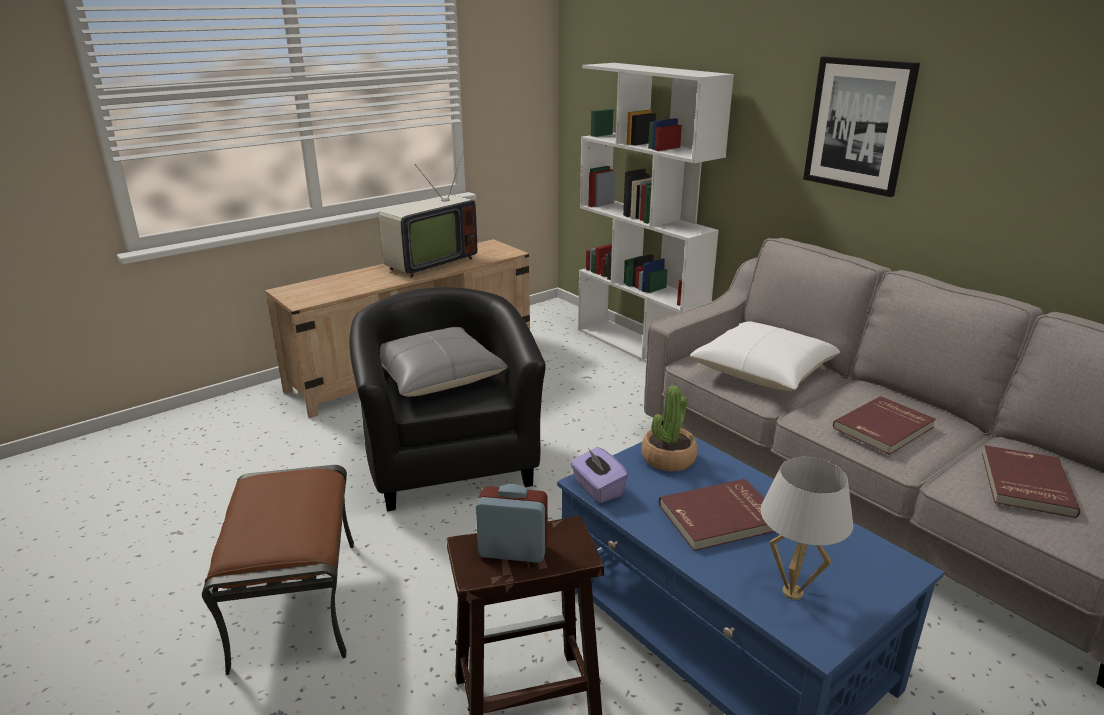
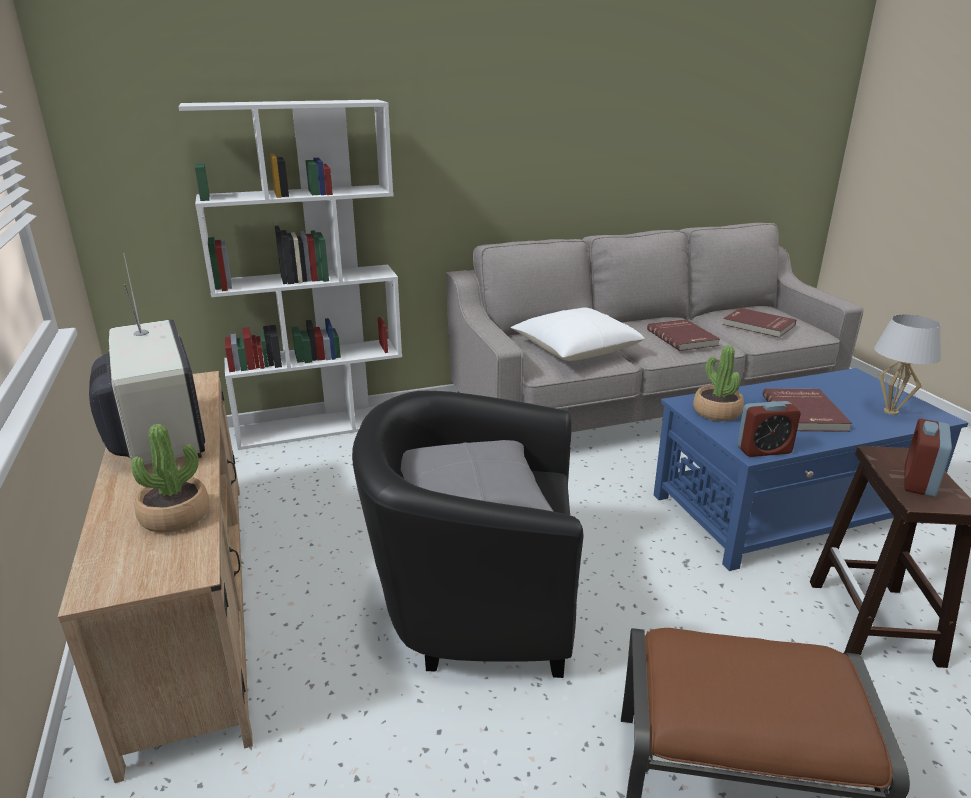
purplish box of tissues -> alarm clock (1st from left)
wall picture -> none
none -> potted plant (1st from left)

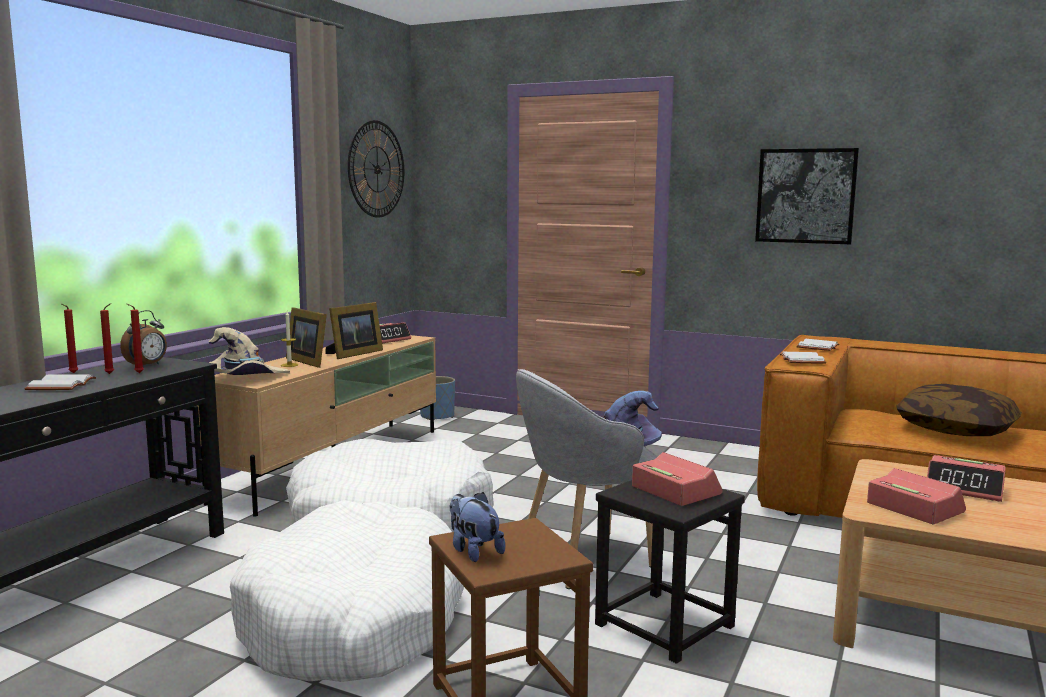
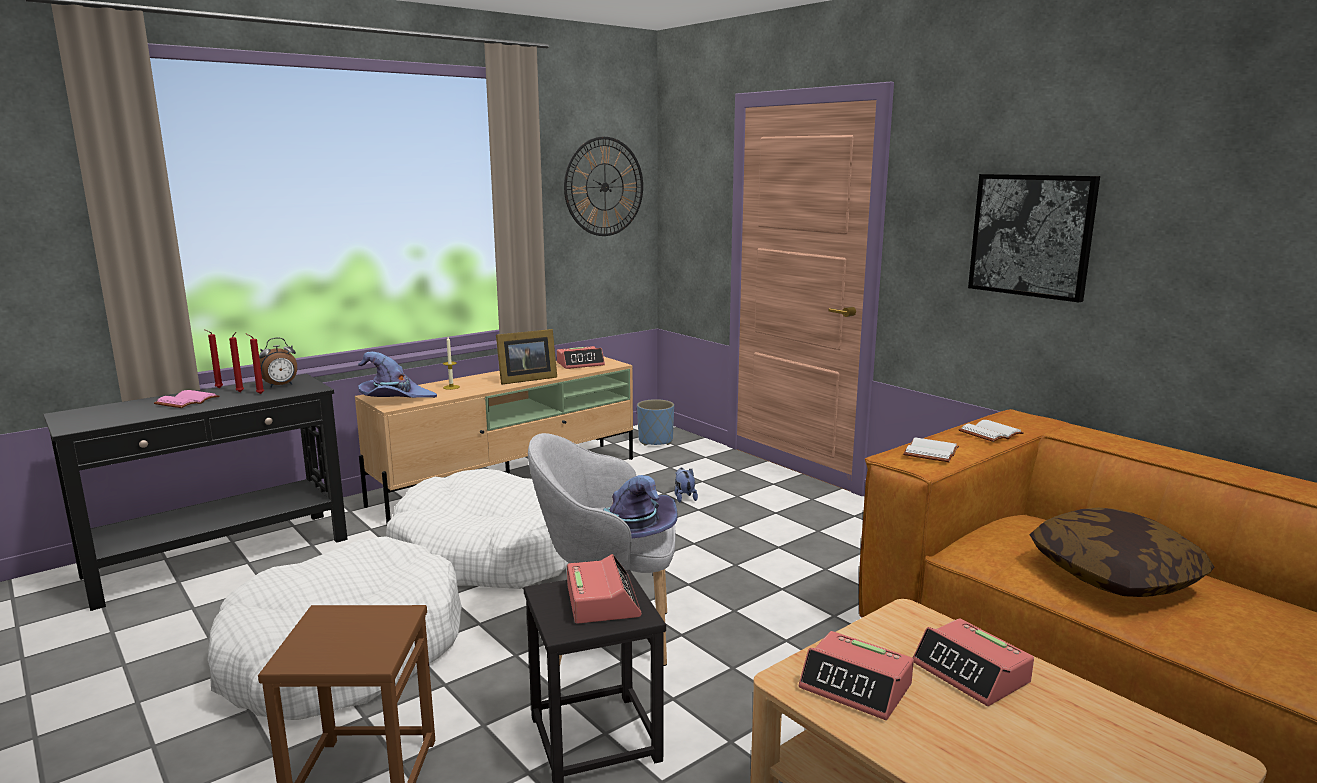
white book (1st from left) -> pink-coloured book
sand-coloured clothing hat -> purplish clothing hat (1st from left)
picture frame (1st from left) -> none
cuddly toy, moved
alarm clock (4th from left), 135 degrees clockwise

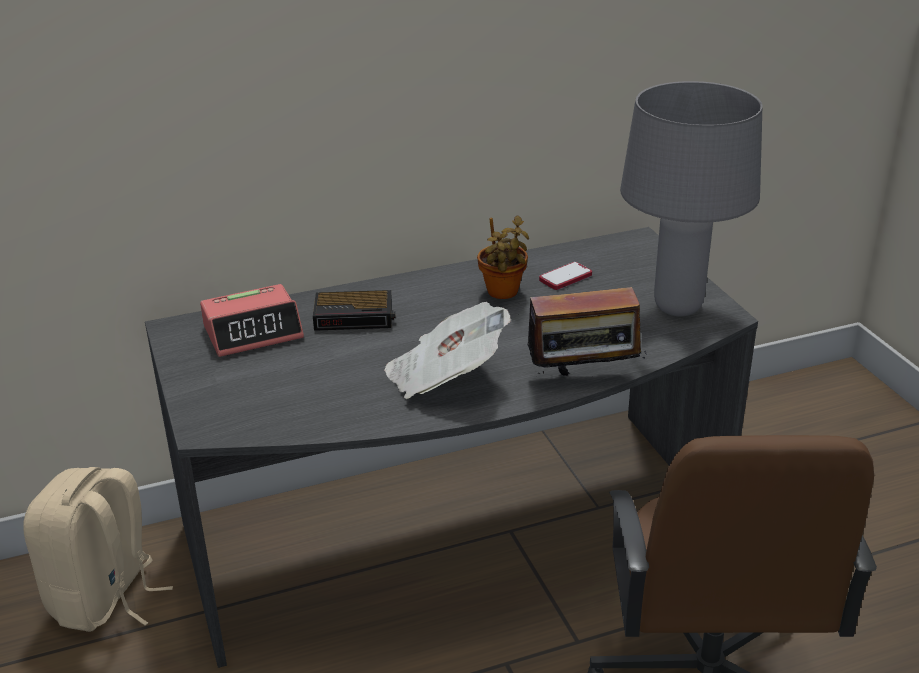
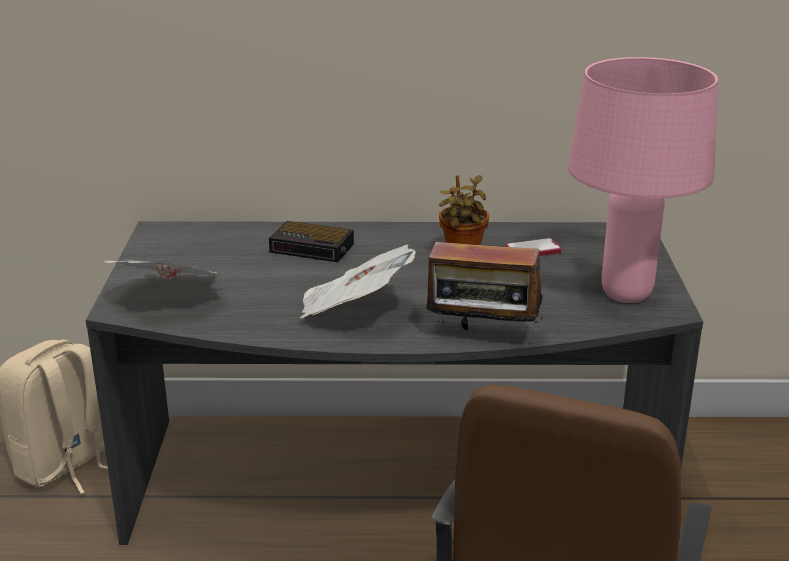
alarm clock (1st from left) -> none
grey table lamp -> pink-coloured table lamp
none -> printed paper (1st from left)

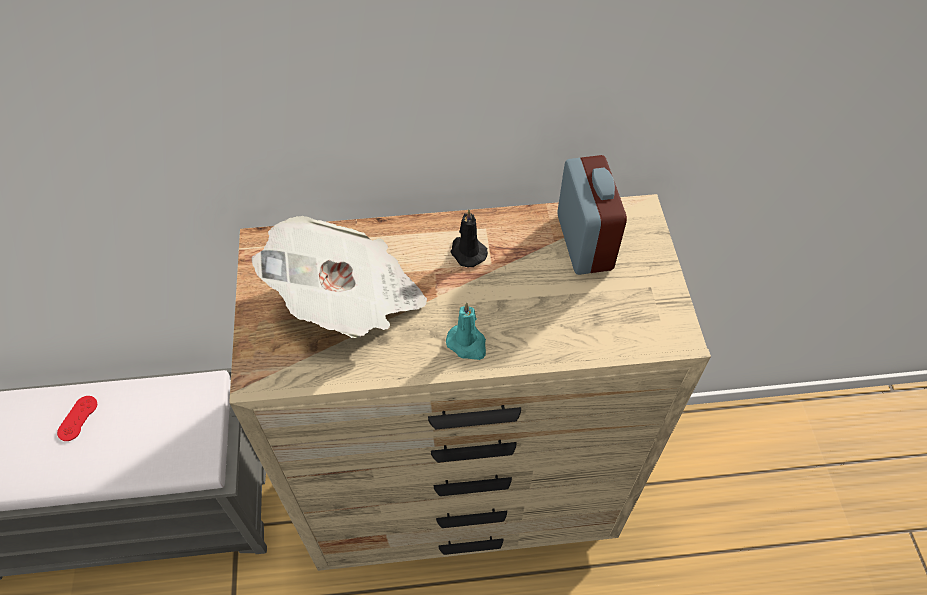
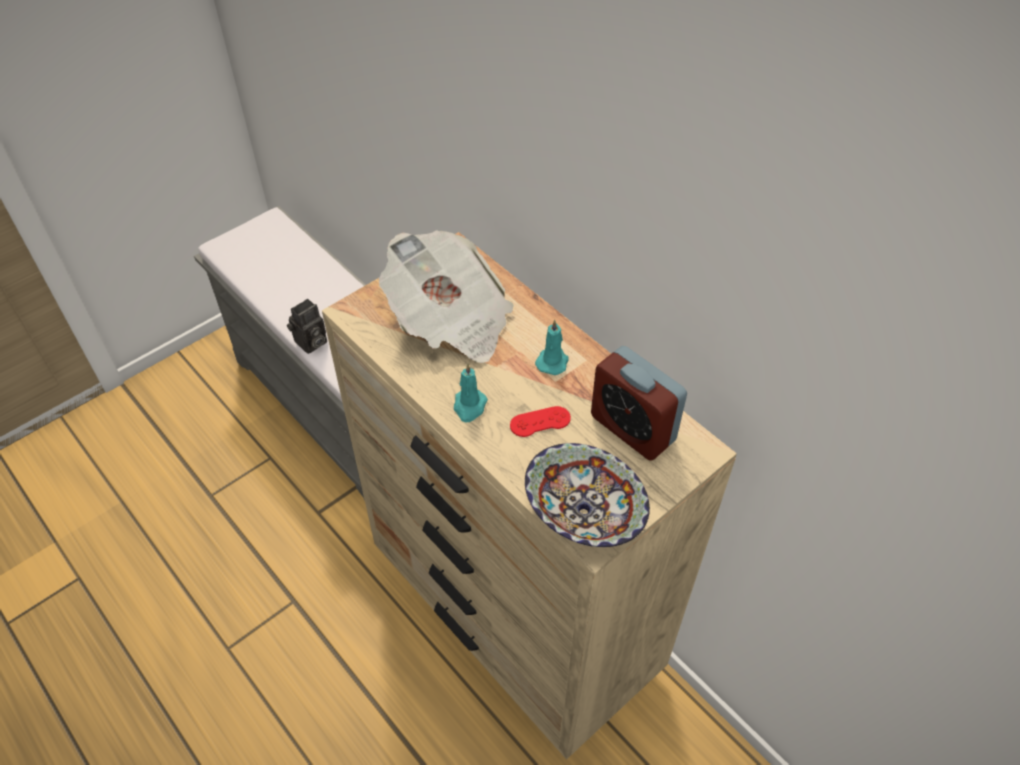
red game controller, moved
blackish wax light -> blue-green wax light (2nd from left)
alarm clock, 90 degrees clockwise
none -> photo camera
none -> serving bowl

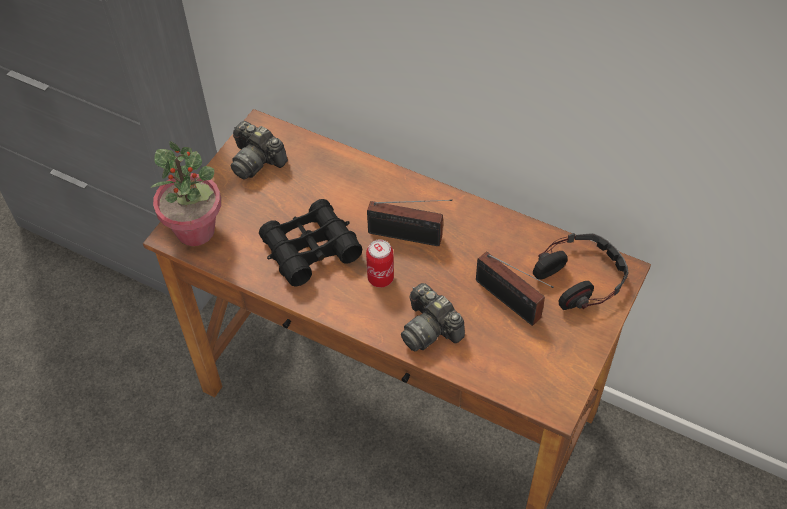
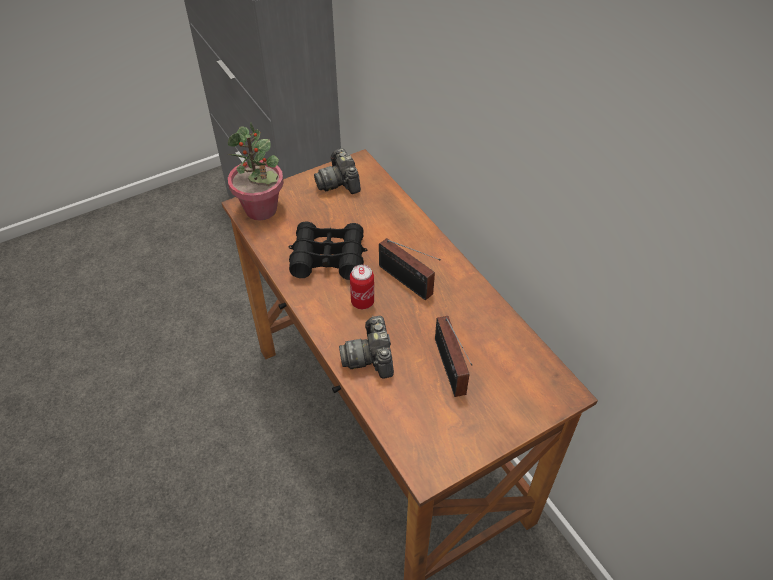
pair of headphones -> none

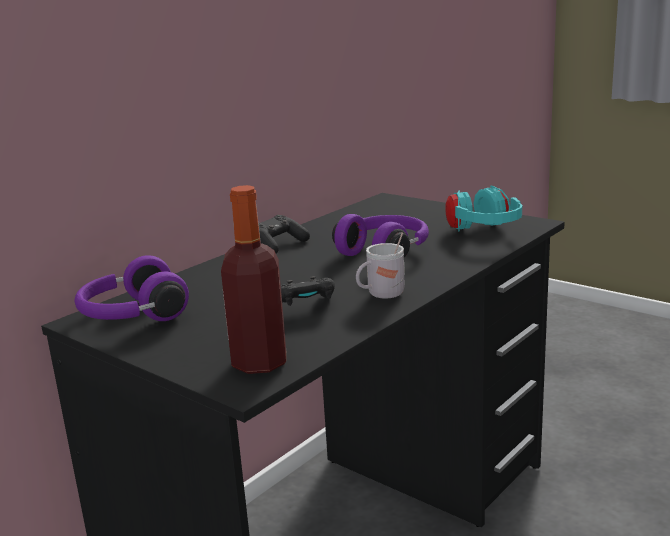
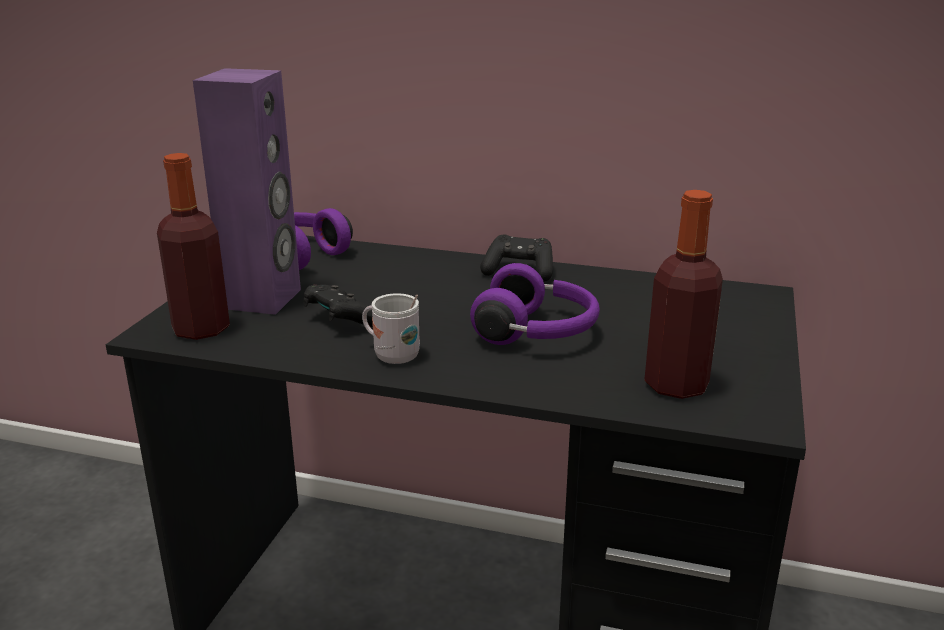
blue-green pair of headphones -> bottle (2nd from left)
none -> purplish audio speaker

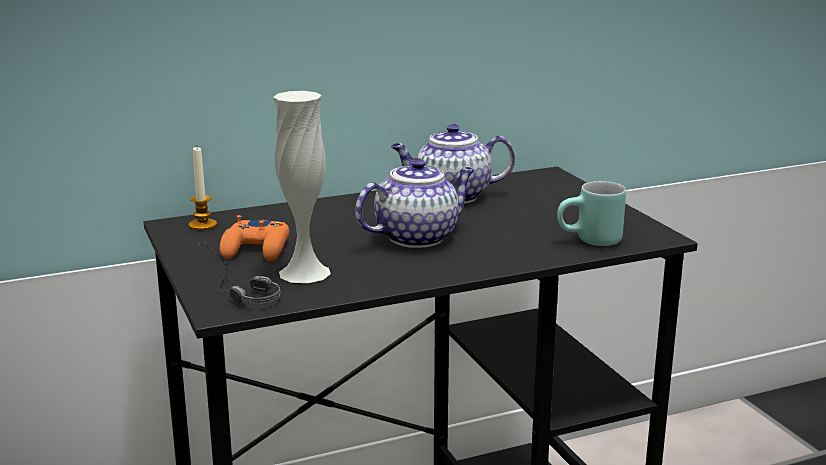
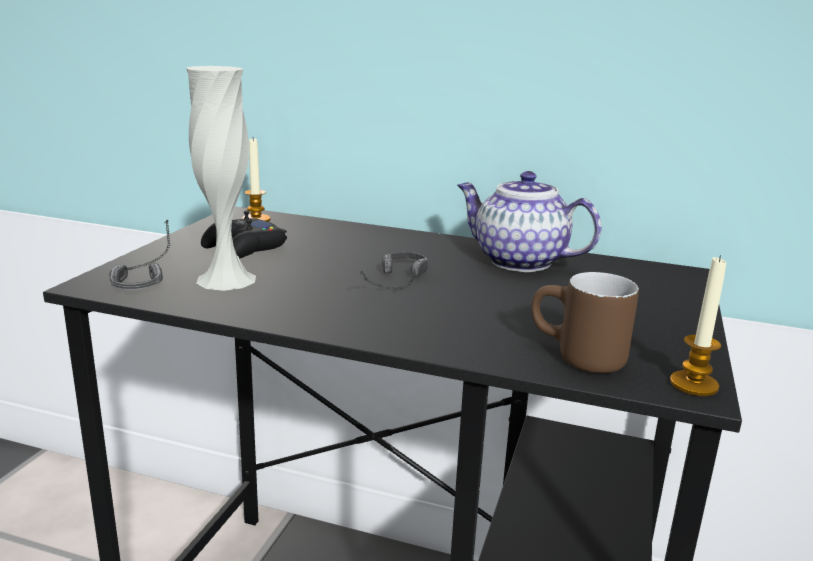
orange-coloured game controller -> blackish game controller
tea pot (1st from left) -> pair of headphones (2nd from left)
blue-green mug -> brown-coloured mug
none -> wax light (2nd from left)

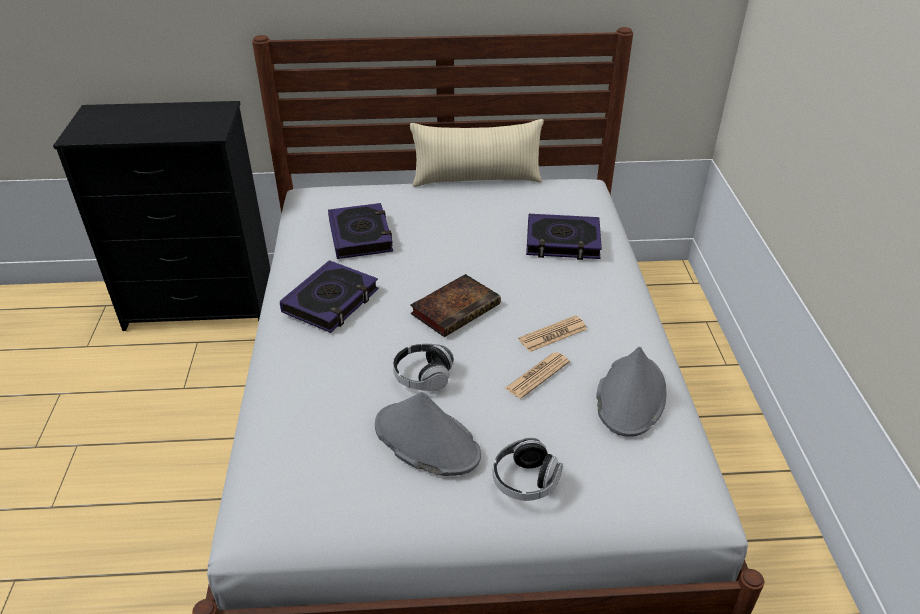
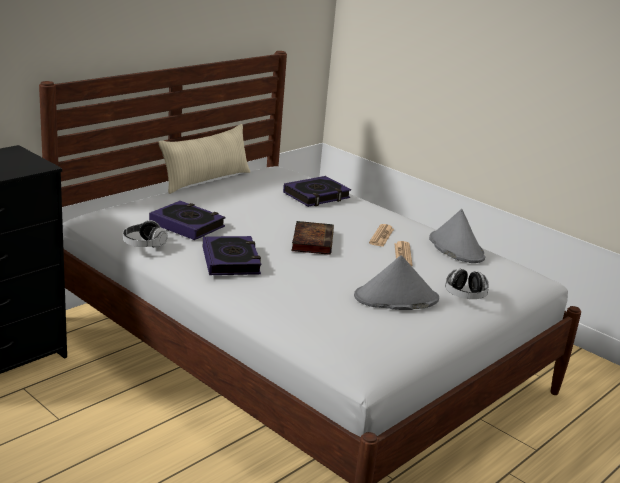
pair of headphones (1st from left), moved

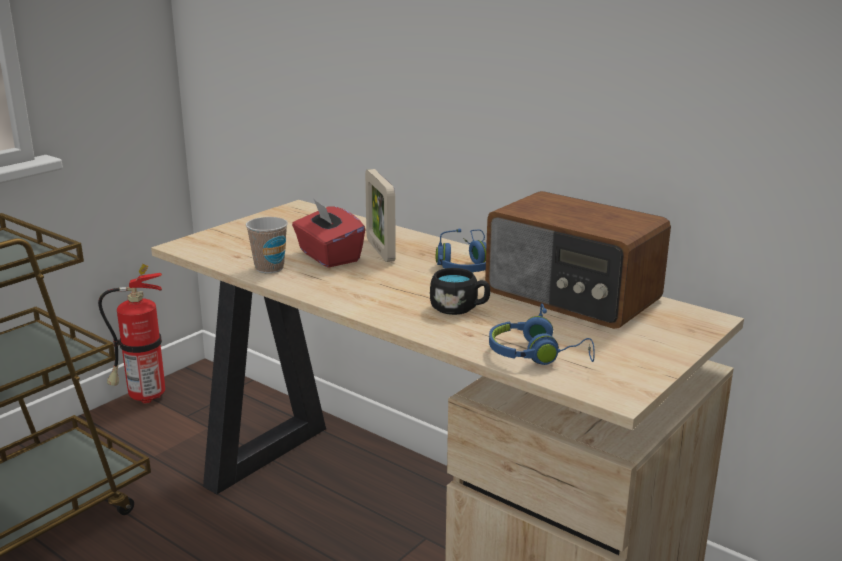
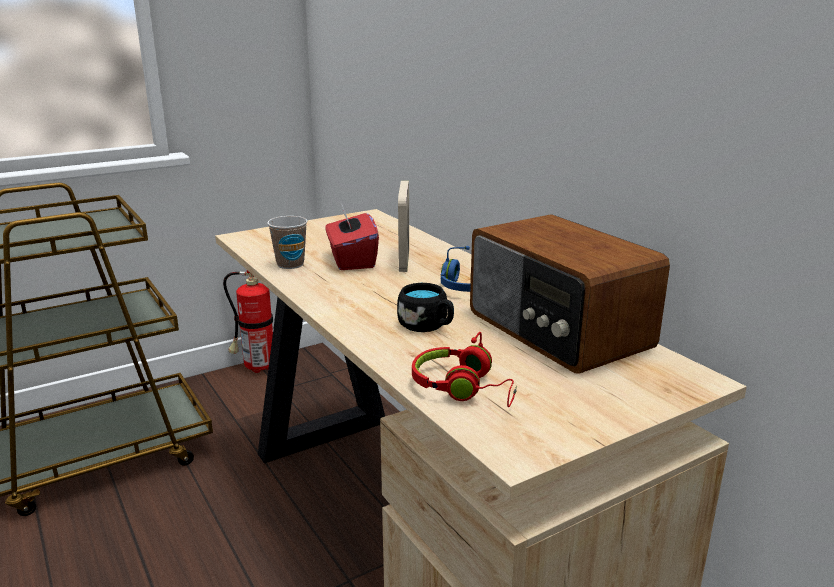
blue pair of headphones (2nd from left) -> red pair of headphones

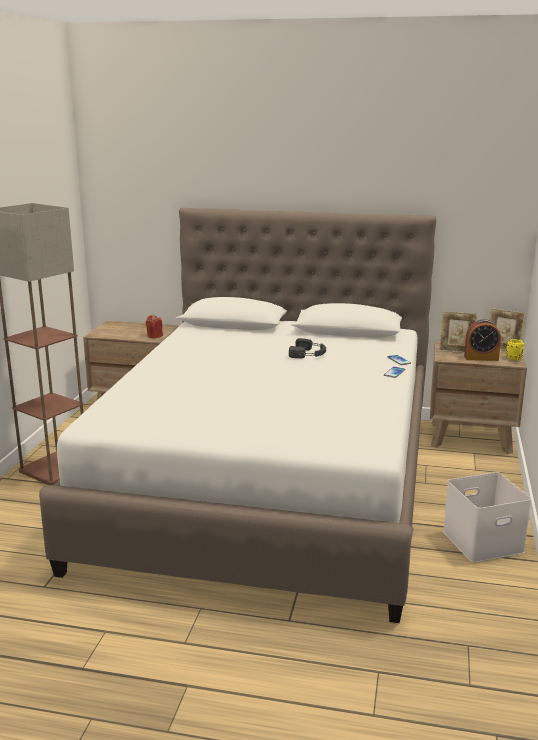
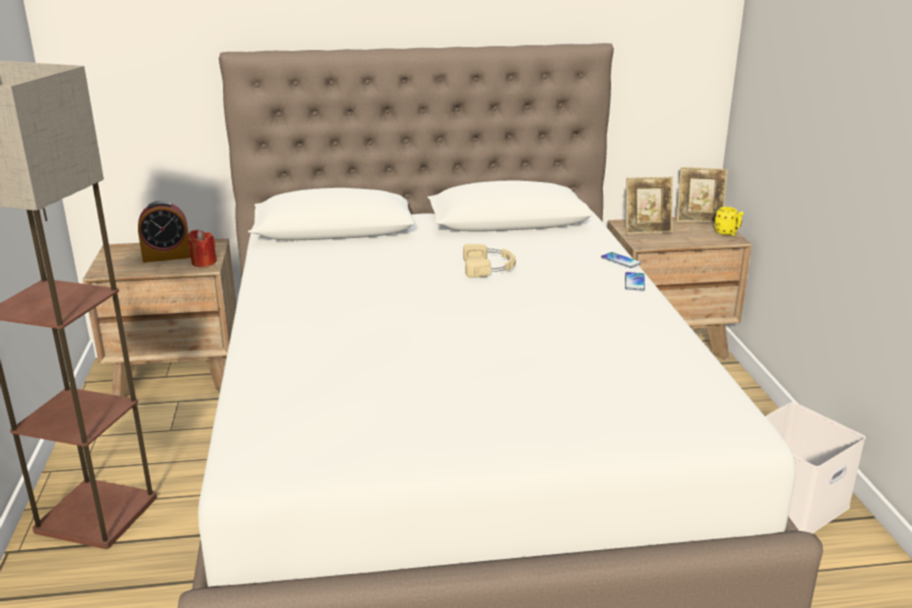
blackish pair of headphones -> sand-coloured pair of headphones
alarm clock, moved

